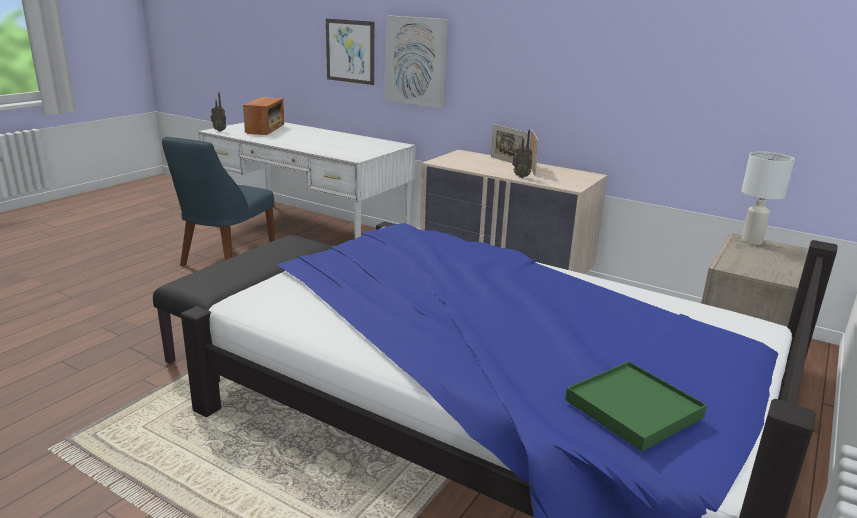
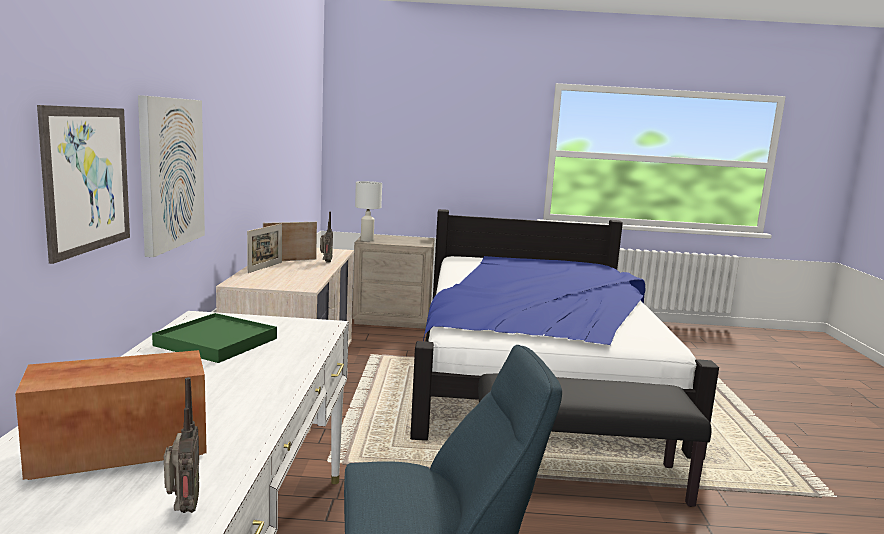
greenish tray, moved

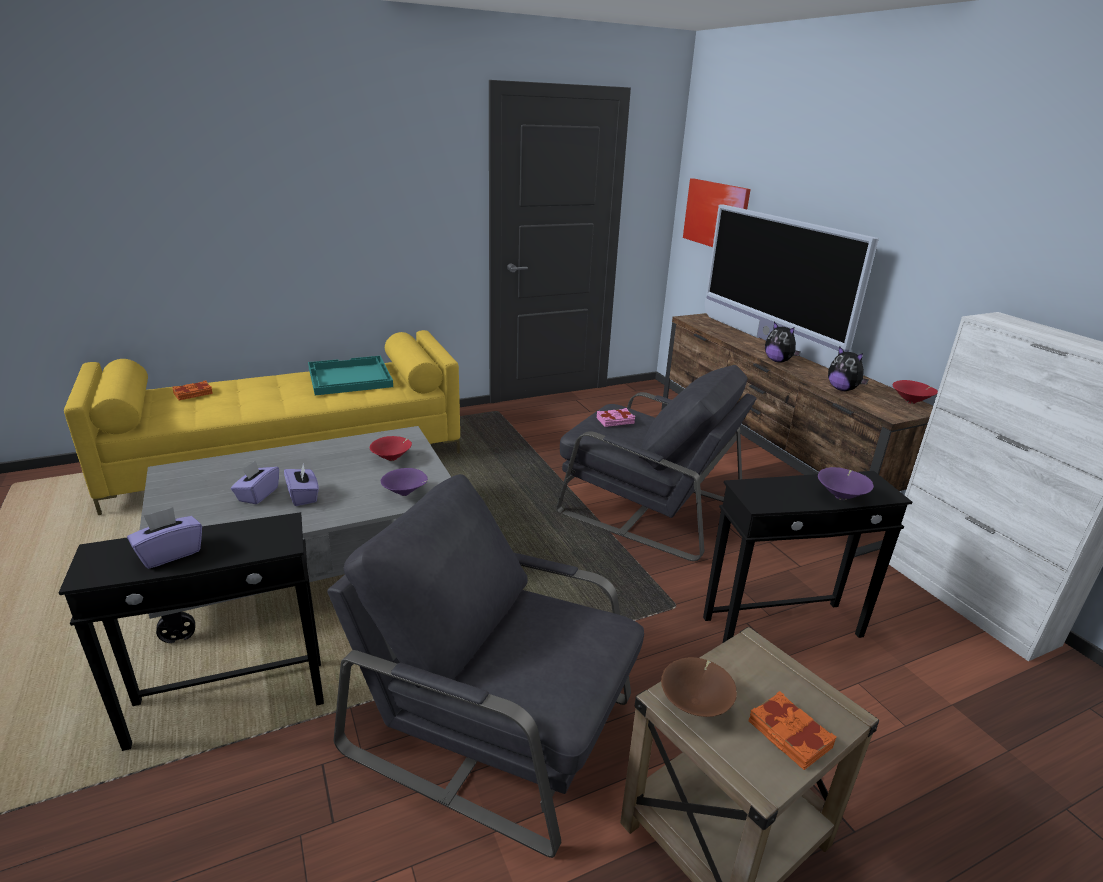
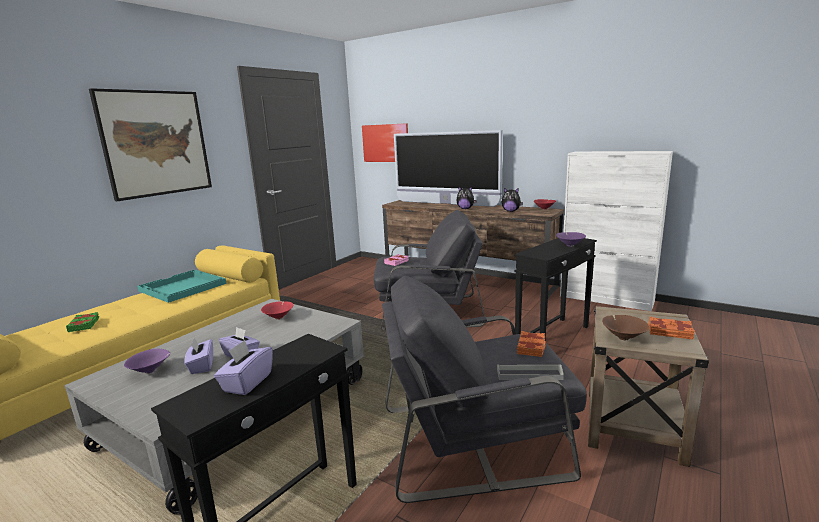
orange-coloured book (1st from left), moved
purplish serving bowl (1st from left), moved
none -> greenish book
none -> wall picture (1st from left)
none -> grey tray

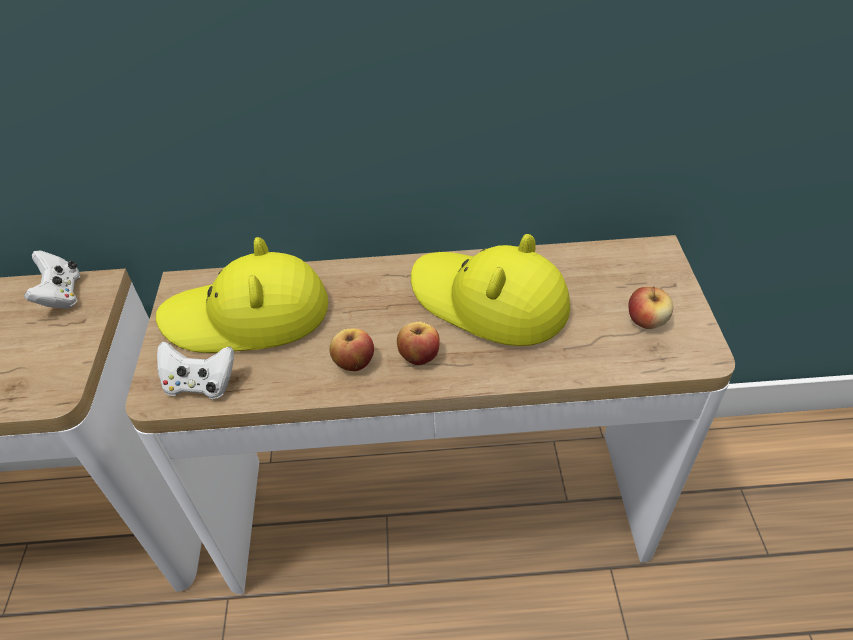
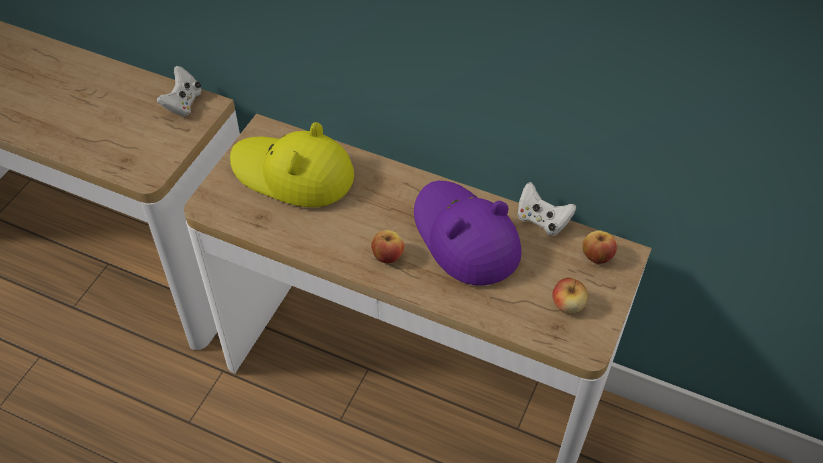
white game controller (2nd from left), moved
whole apple (1st from left in the first image) -> whole apple (3rd from left), moved
yellow clothing hat (2nd from left) -> purplish clothing hat

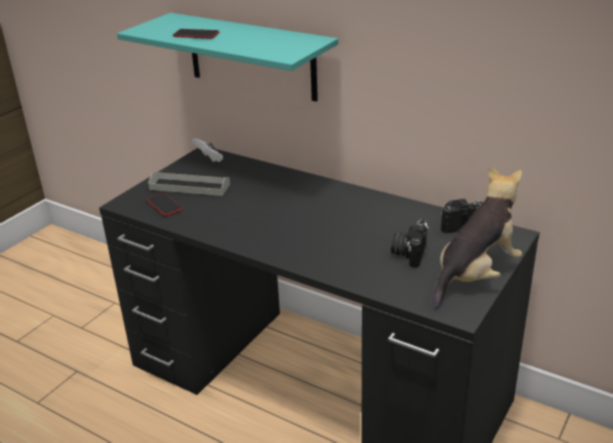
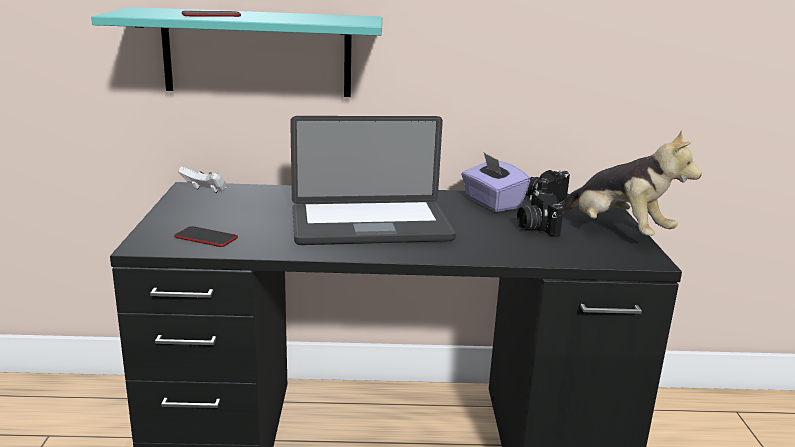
grey tray -> none
cuddly toy, 120 degrees clockwise
none -> notebook computer
none -> purplish box of tissues

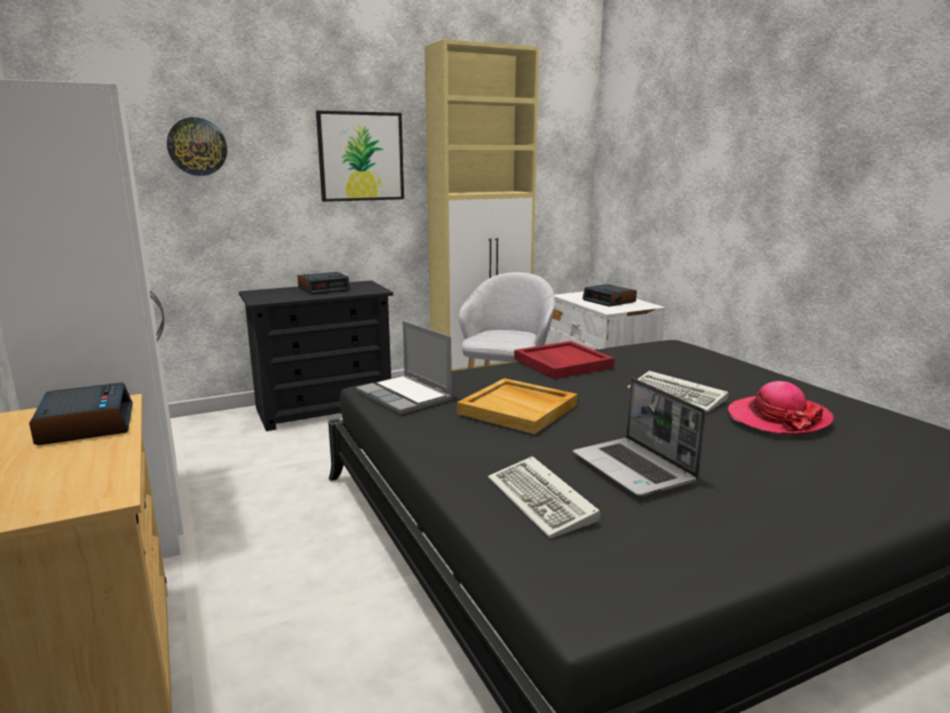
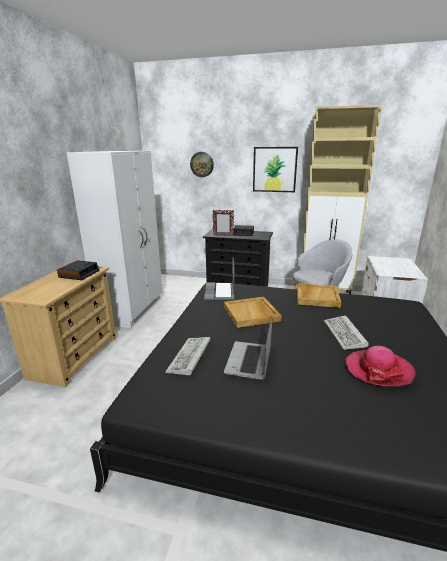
red tray -> sand-coloured tray (2nd from left)
alarm clock (3rd from left) -> none
none -> picture frame

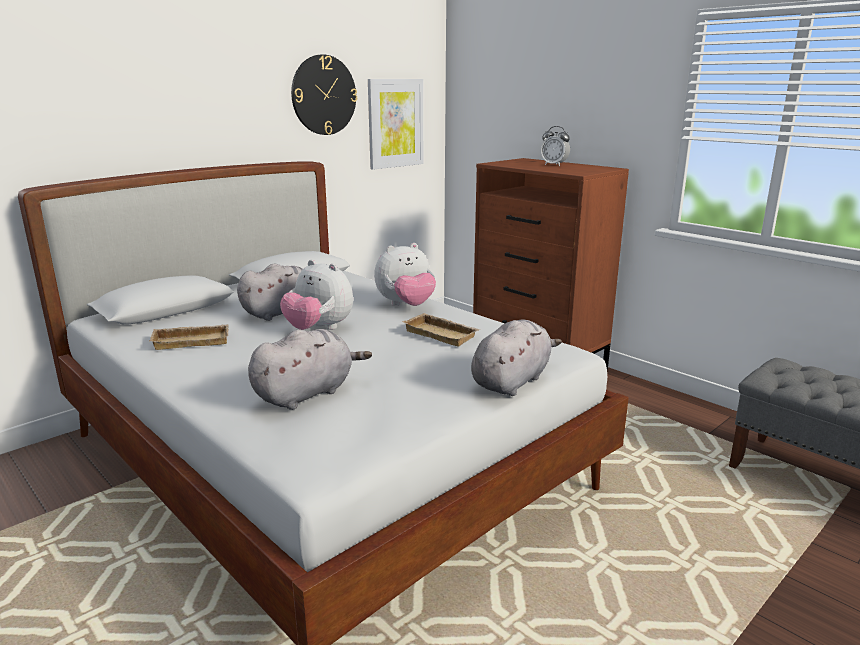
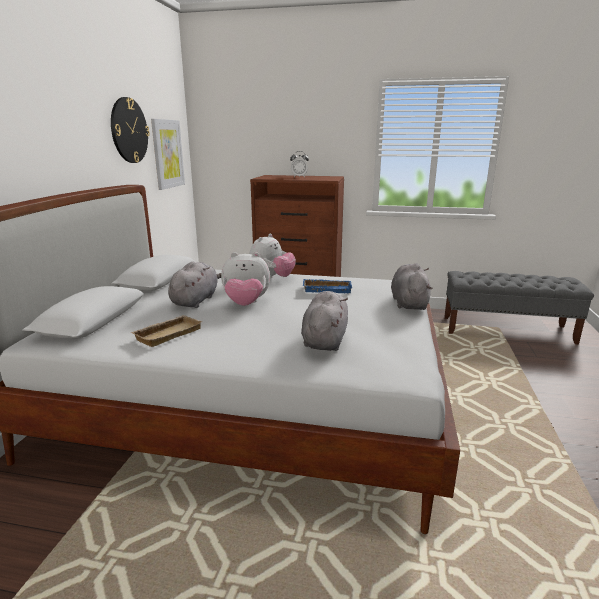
sand-coloured tray (2nd from left) -> blue tray

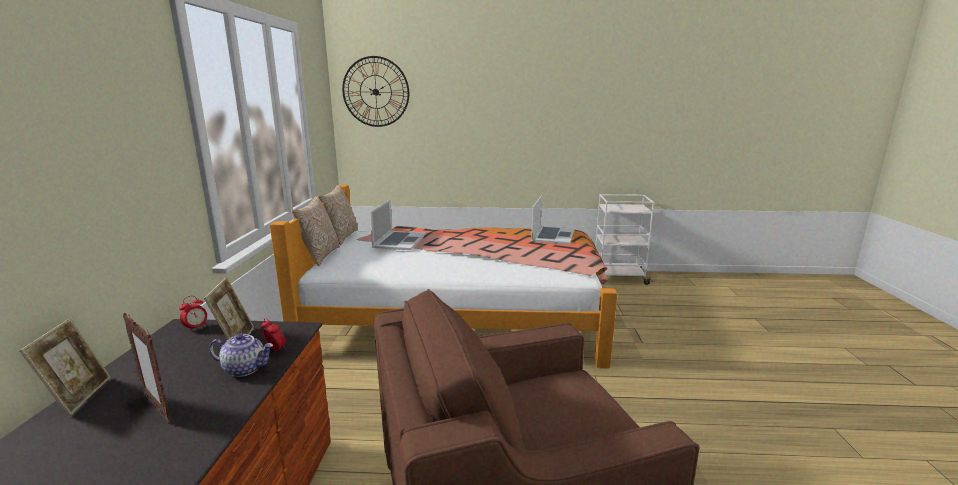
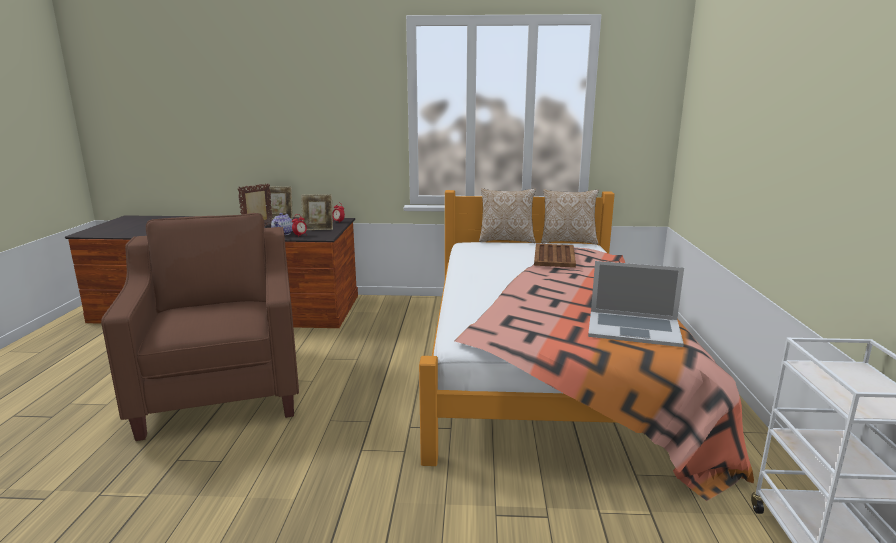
hanging clock -> none
notebook computer (1st from left) -> brown-coloured tray

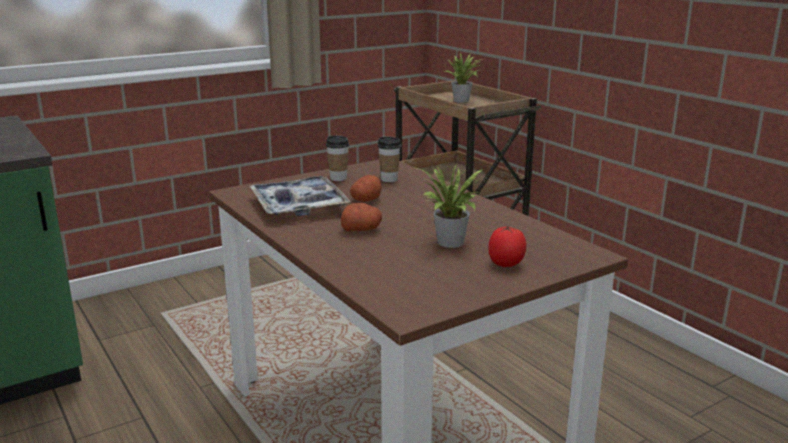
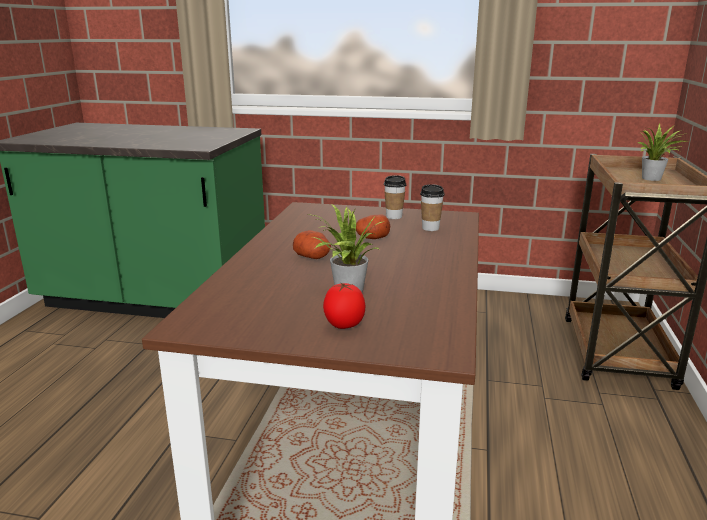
tray -> none

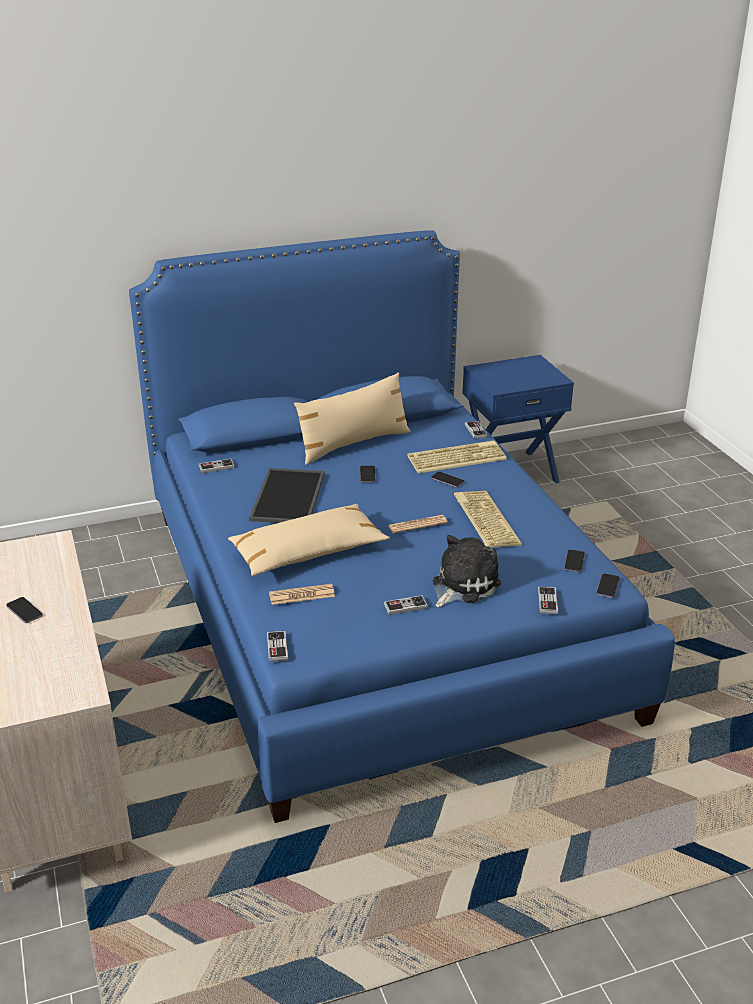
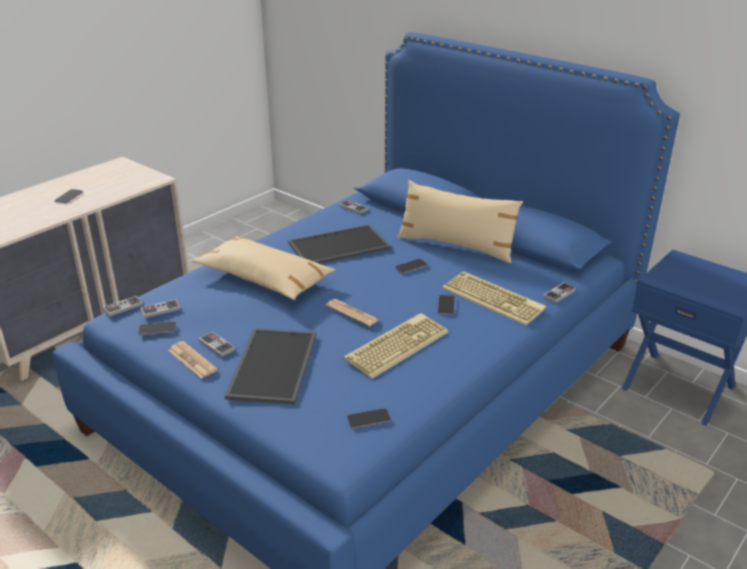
printed paper (1st from left), moved
cuddly toy -> tray (1st from left)
game controller (5th from left in the first image) -> game controller (2nd from left), moved
phone (5th from left in the first image) -> phone (2nd from left), moved

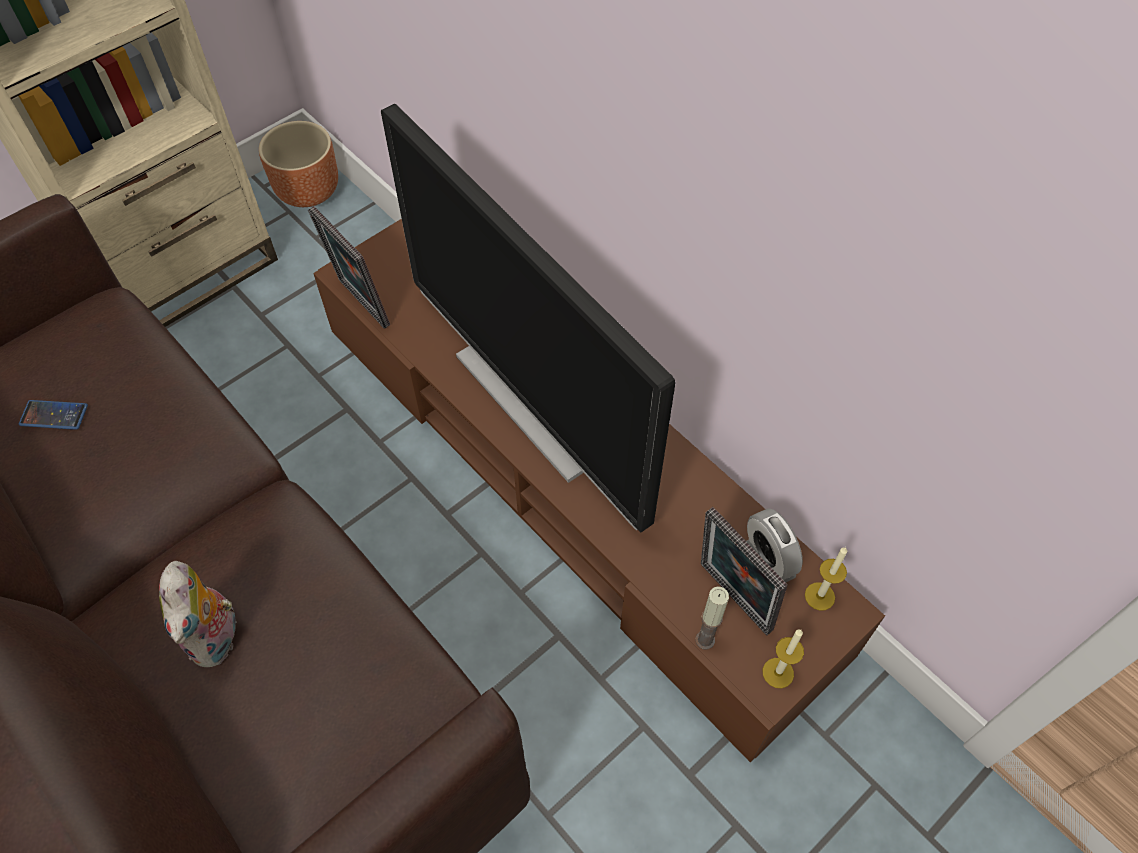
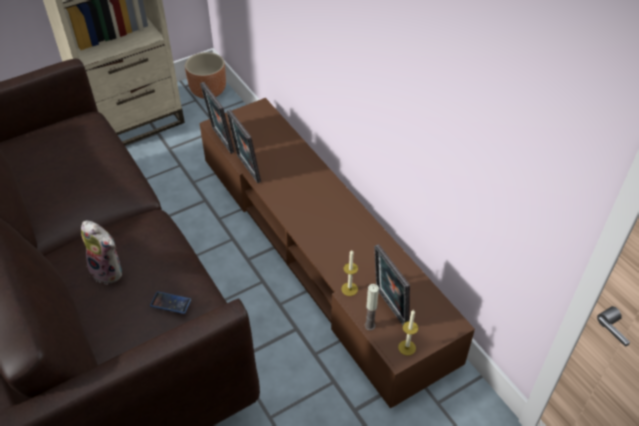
phone, moved
cuddly toy, 60 degrees counterclockwise
TV set -> none
alarm clock -> none
wax light (3rd from left in the first image) -> wax light (1st from left), moved
none -> picture frame (2nd from left)

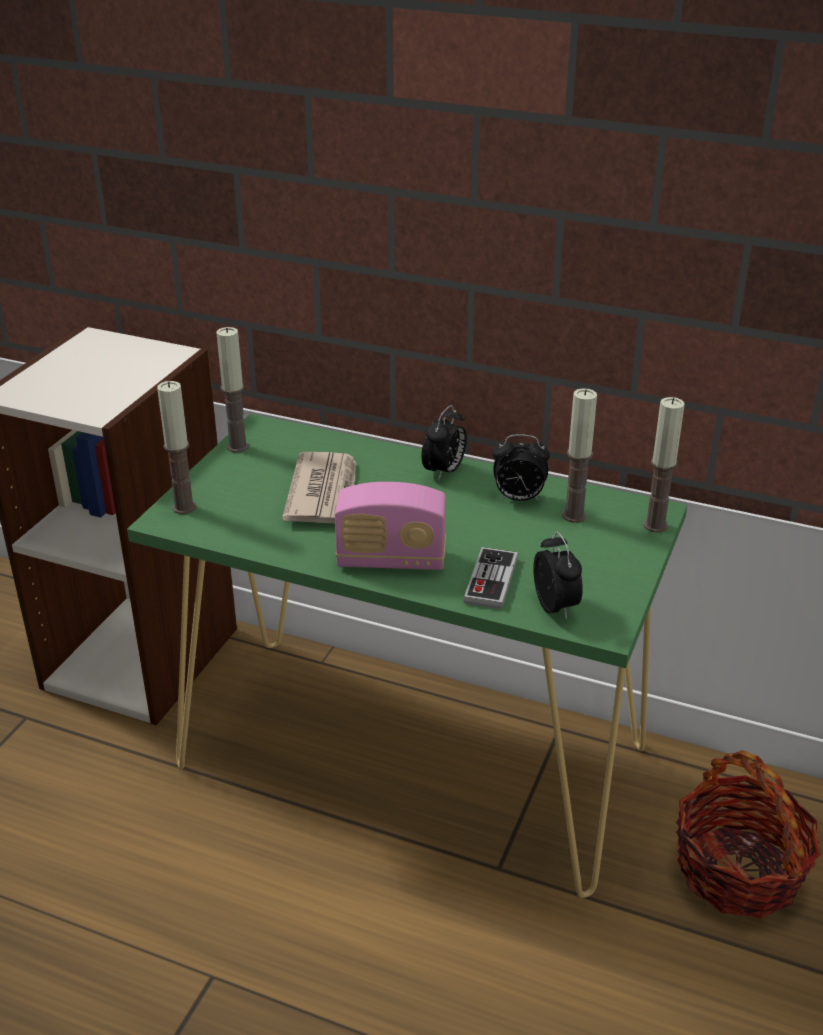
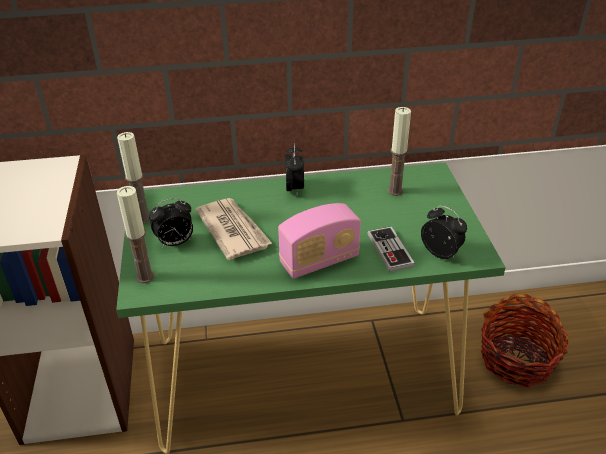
alarm clock (2nd from left in the first image) -> alarm clock (1st from left), moved
wax light (4th from left) -> none

